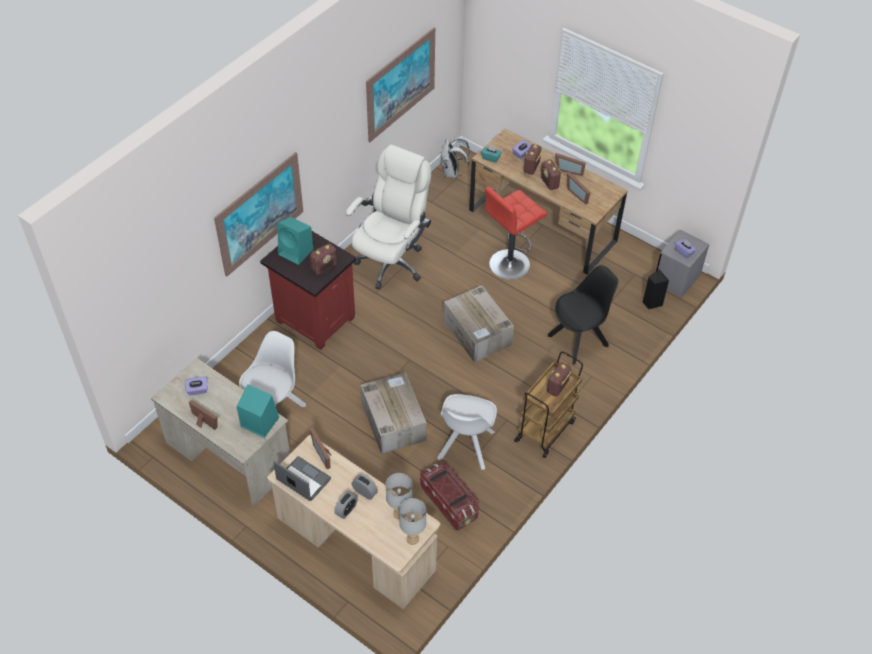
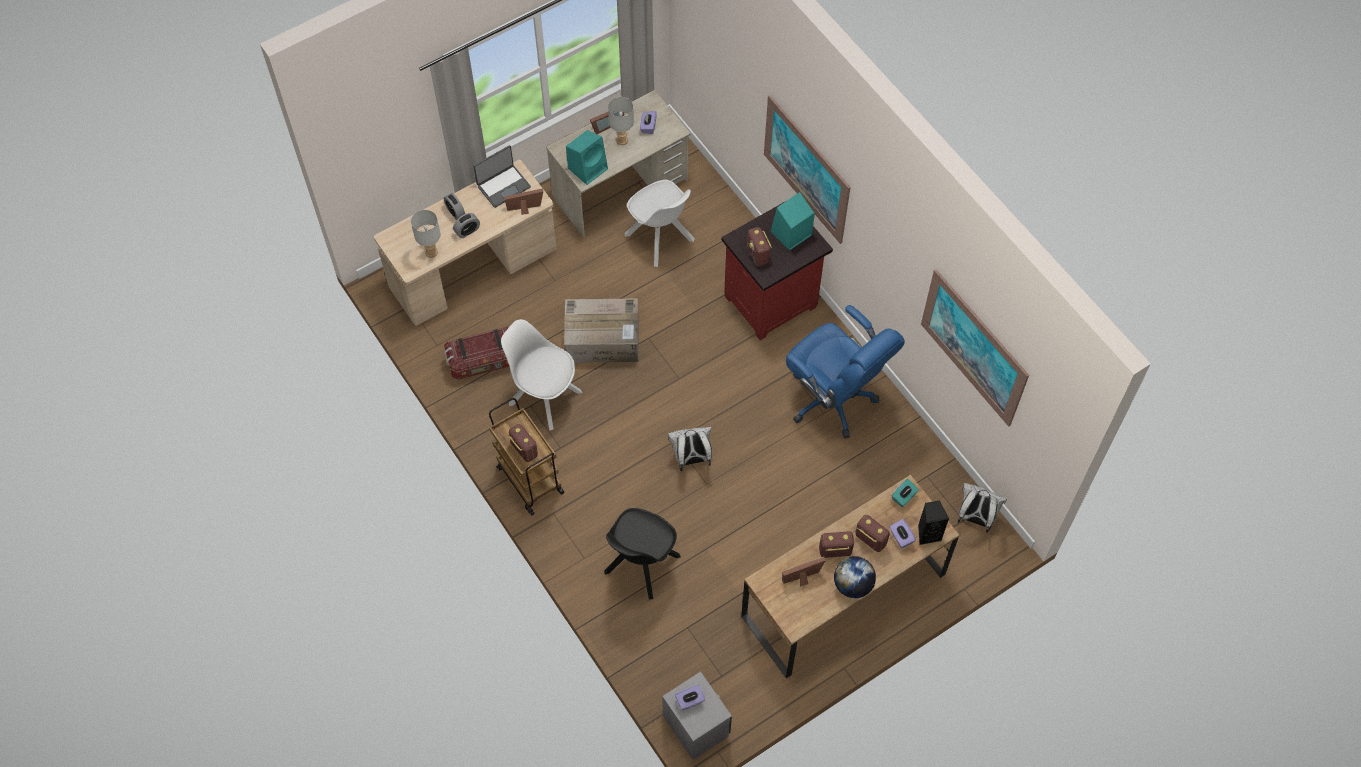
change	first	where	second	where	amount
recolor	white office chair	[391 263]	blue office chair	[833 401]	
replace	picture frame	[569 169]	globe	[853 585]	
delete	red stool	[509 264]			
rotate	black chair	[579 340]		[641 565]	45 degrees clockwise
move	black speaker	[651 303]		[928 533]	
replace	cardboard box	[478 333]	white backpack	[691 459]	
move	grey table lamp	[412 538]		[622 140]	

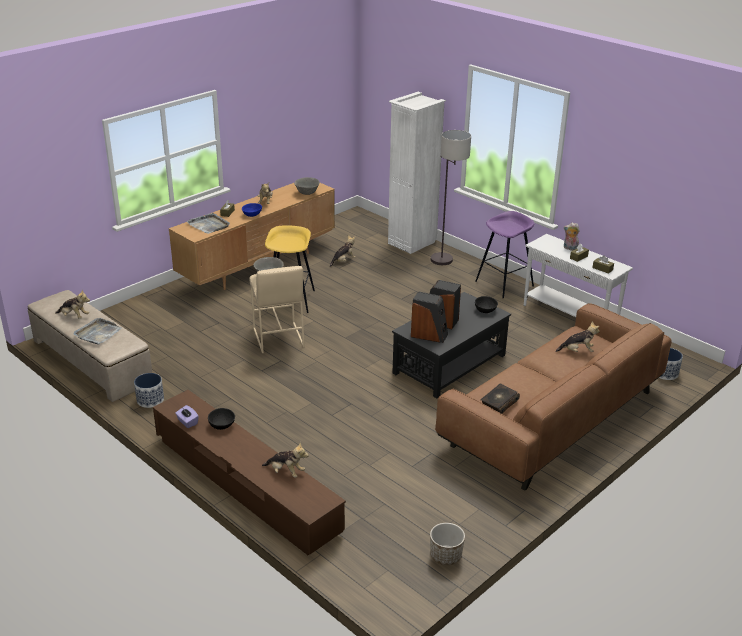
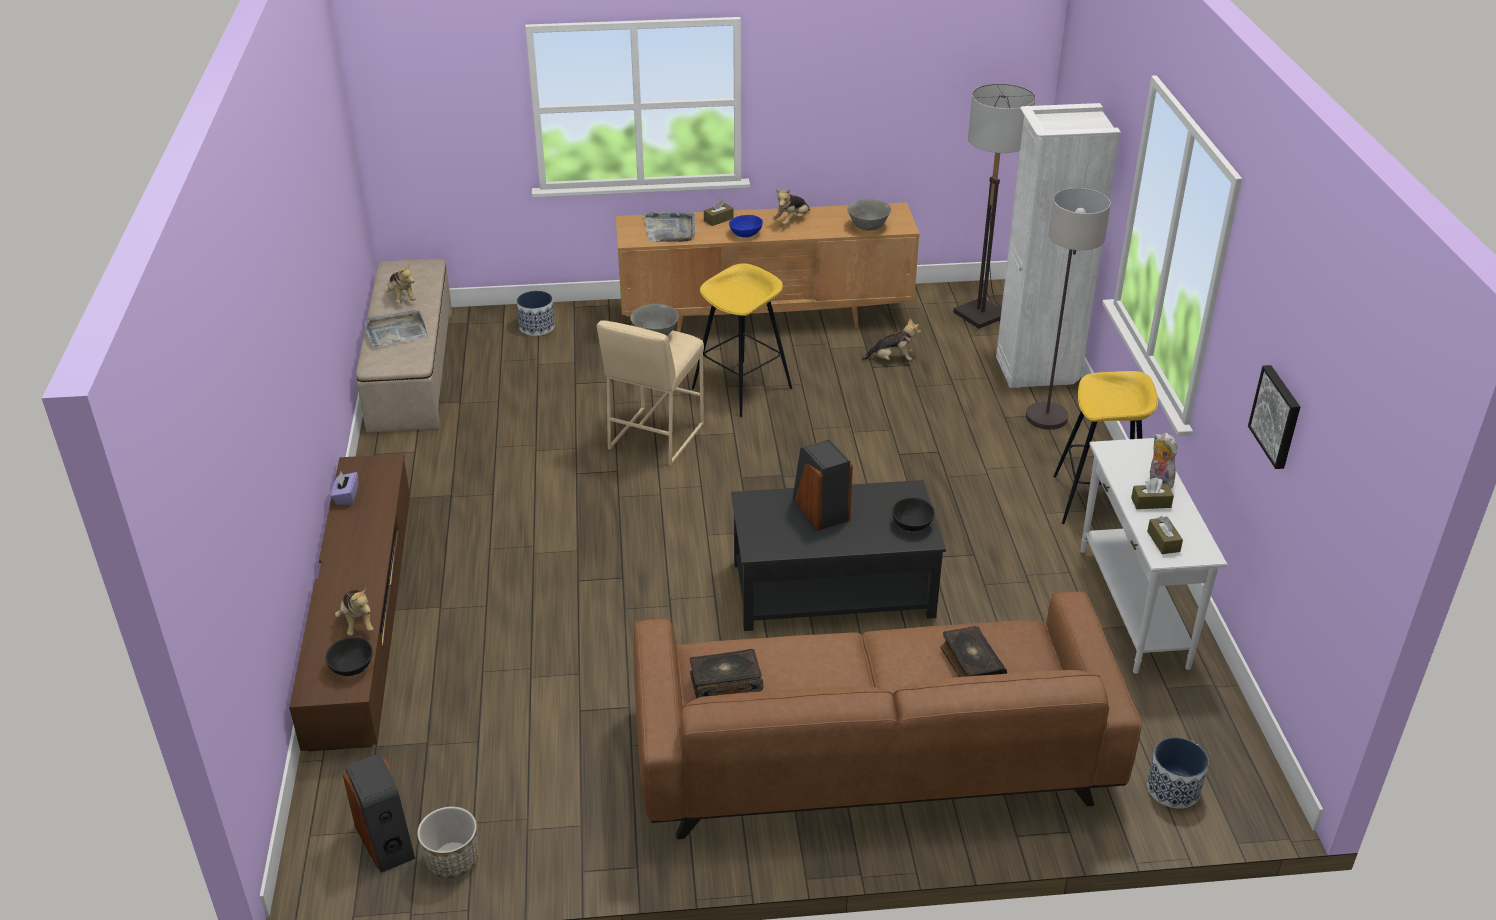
change	first	where	second	where	amount
recolor	purple stool	[504 284]	yellow stool	[1098 501]	
move	speaker	[429 335]		[386 840]	
replace	plush toy	[577 351]	book	[971 664]	
move	planter	[150 400]		[536 327]	
move	black bowl	[221 425]		[351 667]	
insert			floor lamp	[993 314]	
insert			picture	[1277 416]	

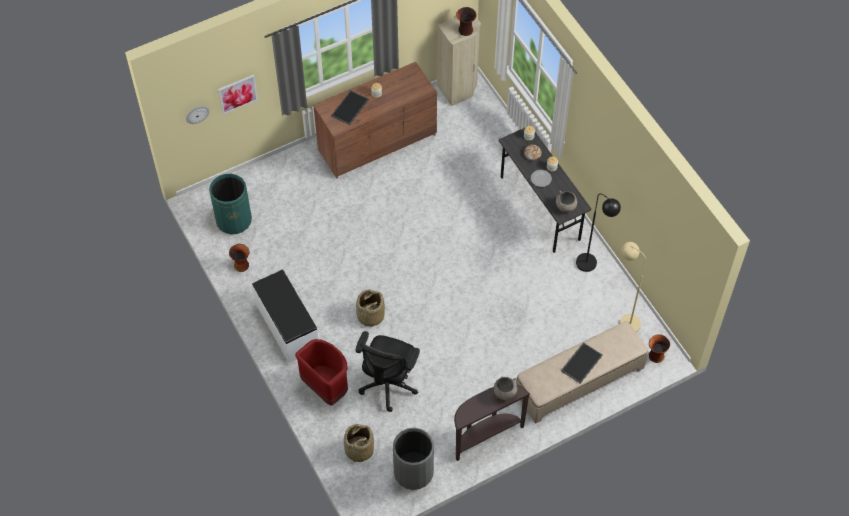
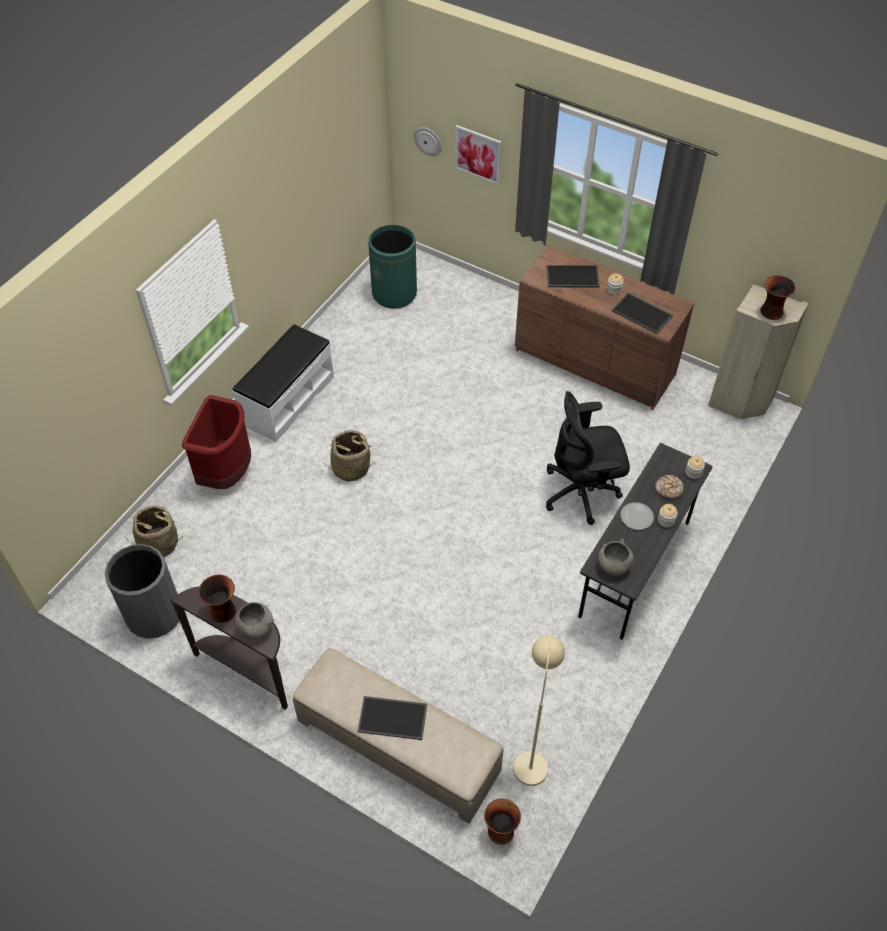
change	first	where	second	where	amount
delete	black floor lamp	[591 267]			
move	vase	[241 265]		[223 611]	
move	black office chair	[388 381]		[584 490]	
insert			tray	[643 313]	

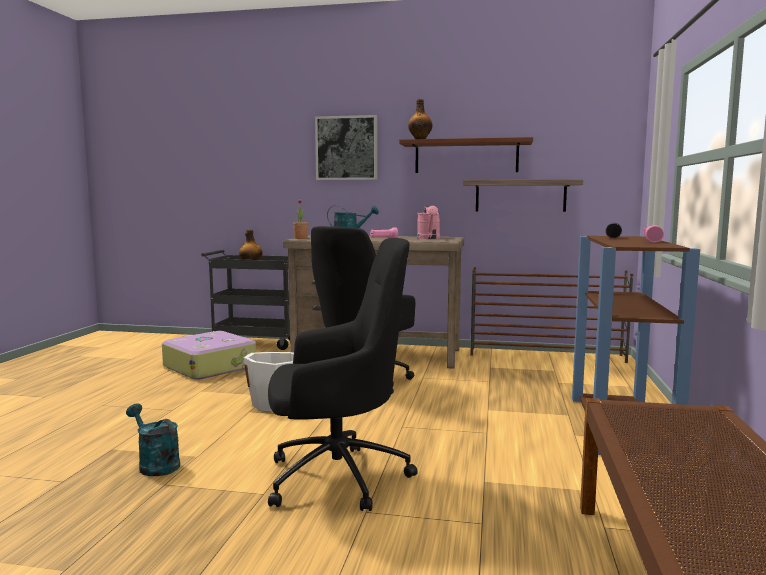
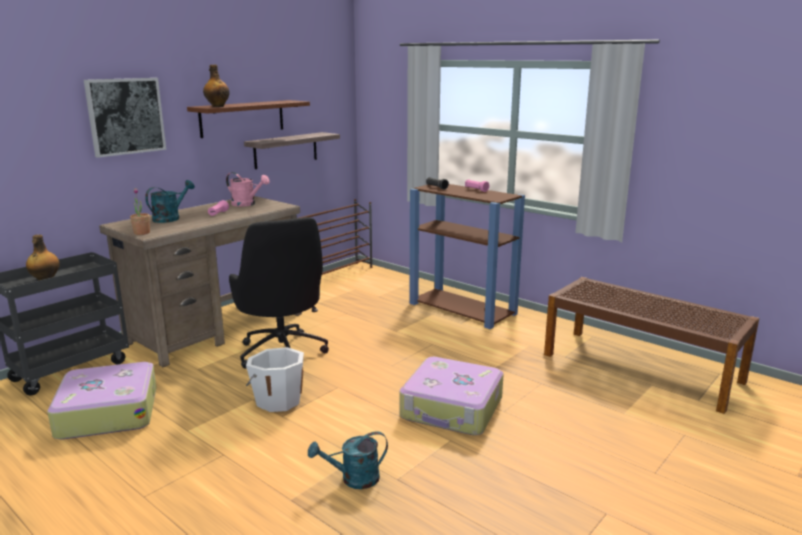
change	first	where	second	where	amount
replace	black office chair	[338 478]	suitcase	[452 408]	

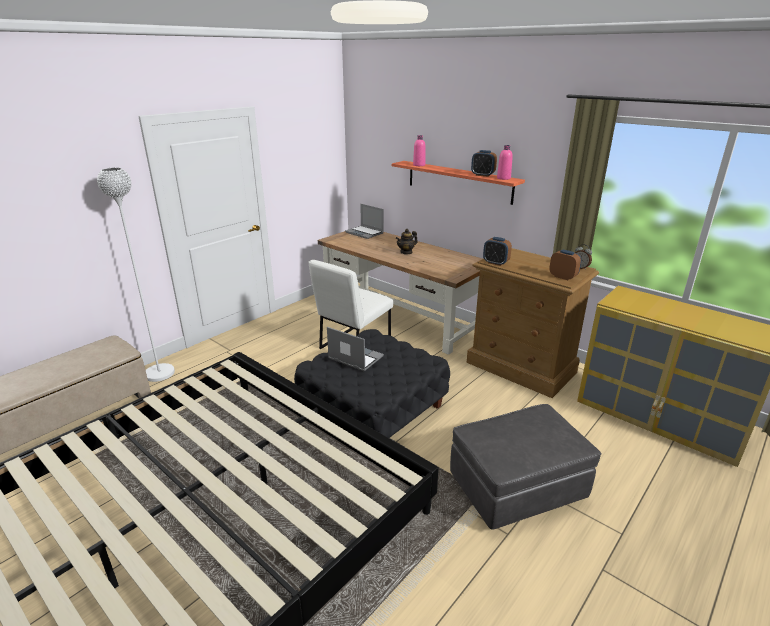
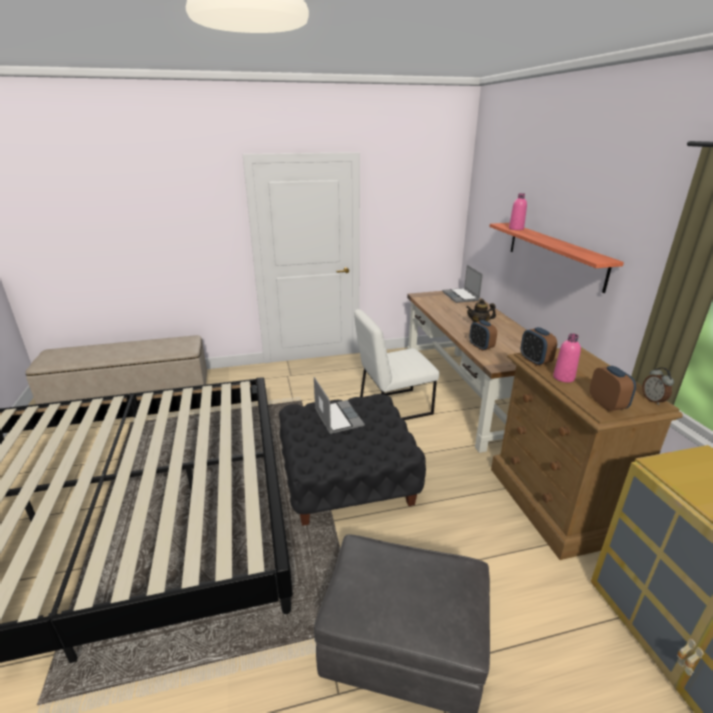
change	first	where	second	where	amount
move	pink bottle	[503 178]		[563 378]	
move	alarm clock	[482 175]		[481 347]	
delete	white floor lamp	[160 373]			

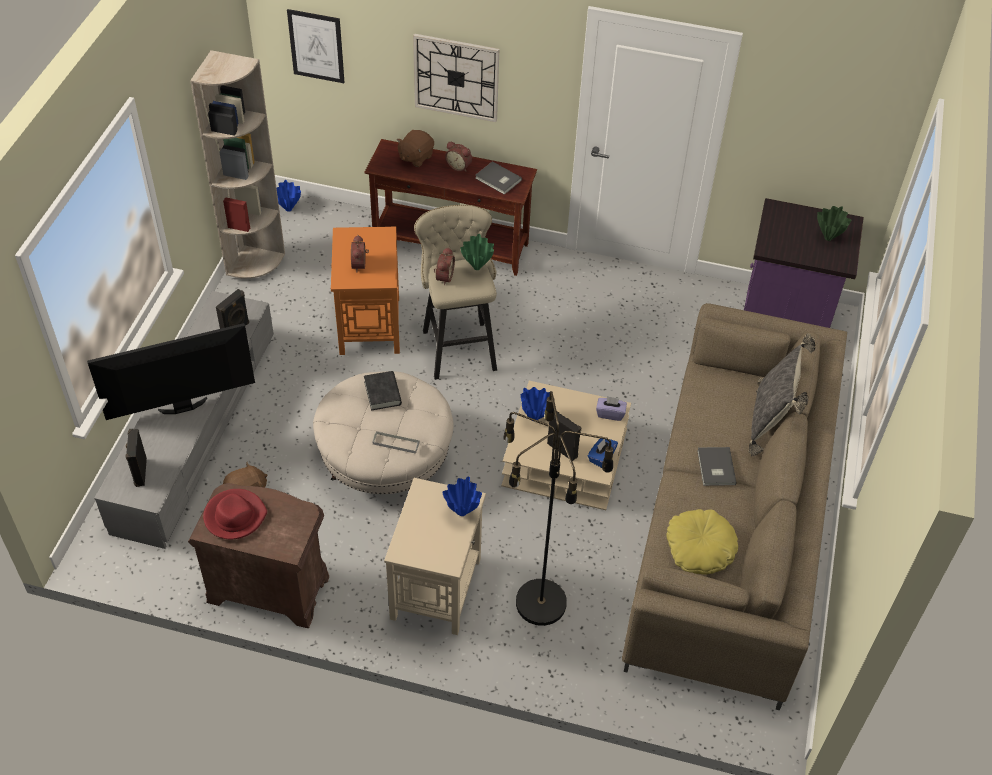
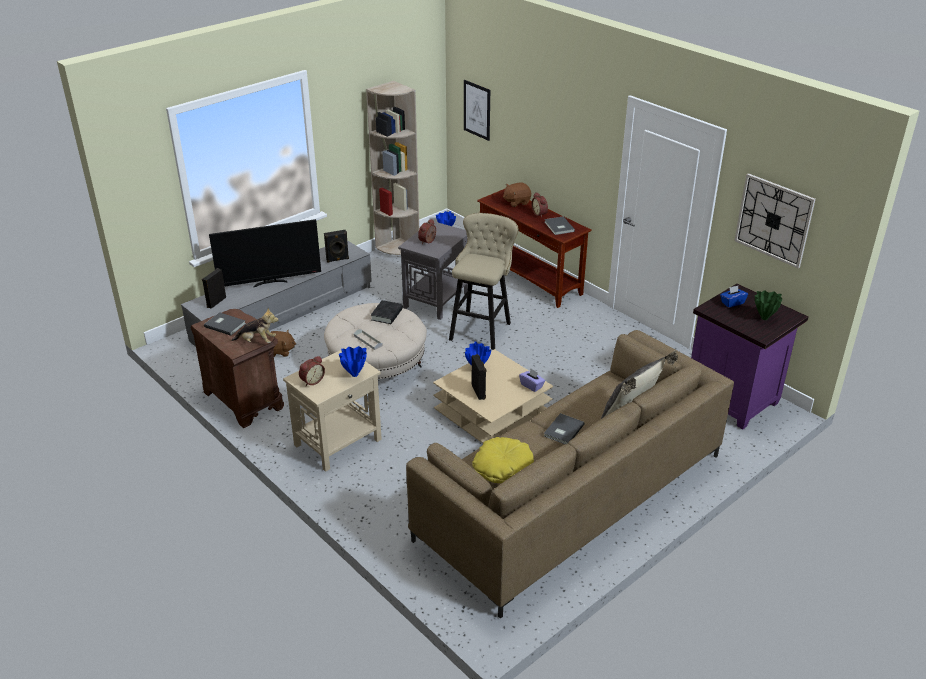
change	first	where	second	where	amount
move	wall clock	[456 77]		[774 220]	
recolor	orange side table	[369 325]	grey side table	[436 300]	
delete	green vase	[477 268]			
move	alarm clock	[443 277]		[311 381]	
rotate	television	[183 407]		[270 283]	150 degrees clockwise
delete	floor lamp	[539 603]			
move	blue tissue box	[601 457]		[732 303]	
replace	red hat	[234 516]	grey book	[225 324]	
insert			plush toy	[257 341]	

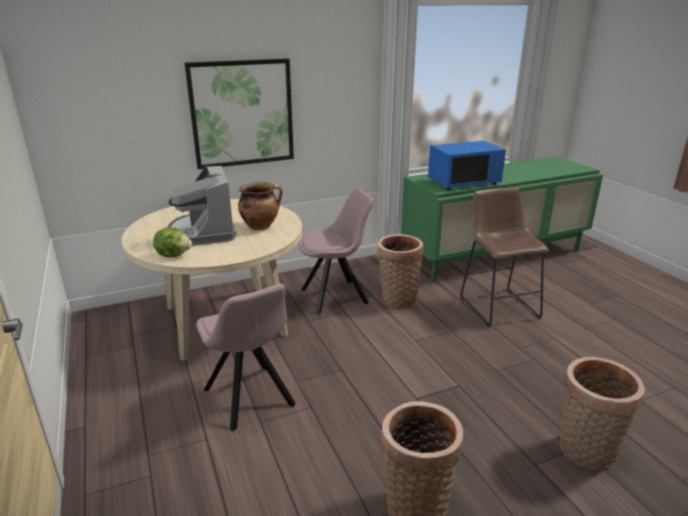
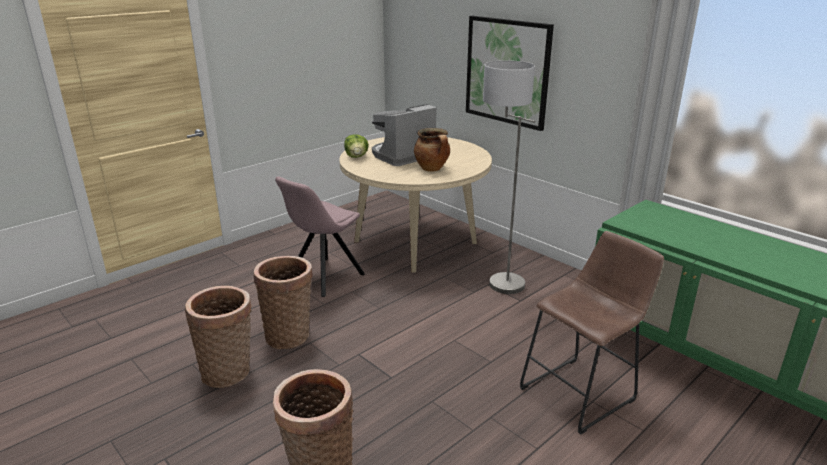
change	first	where	second	where	amount
delete	blue microwave	[464 182]			
replace	pink chair	[335 296]	grey floor lamp	[499 280]	
move	basket	[397 298]		[289 334]	

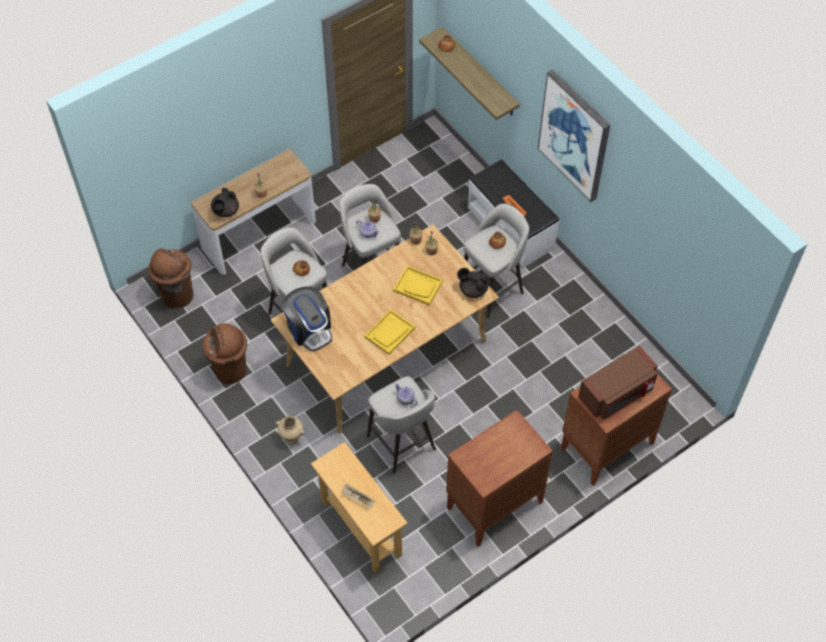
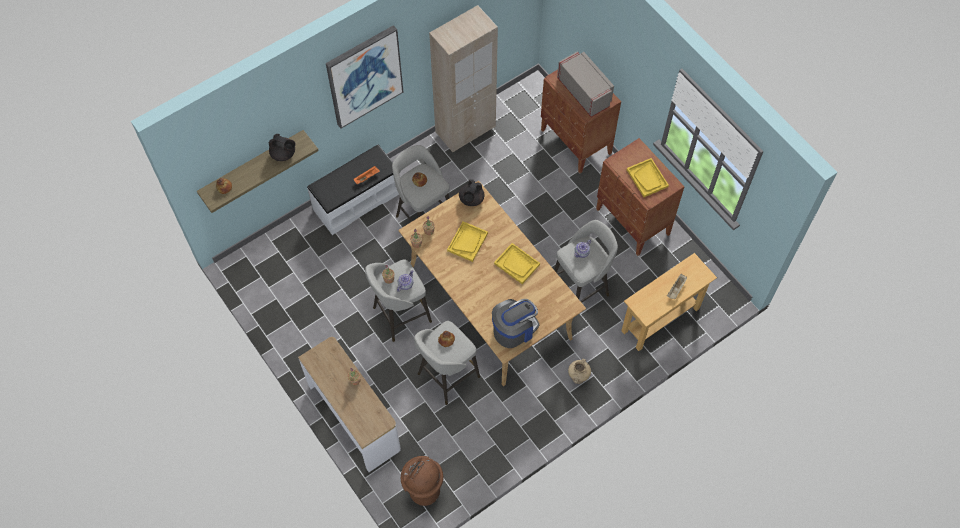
change	first	where	second	where	amount
move	black teapot	[225 211]		[284 154]	
delete	brown trash can	[230 371]			
recolor	brown microwave	[617 393]	grey microwave	[585 92]	
insert			beige cabinet	[466 131]	
insert			yellow tray	[647 178]	

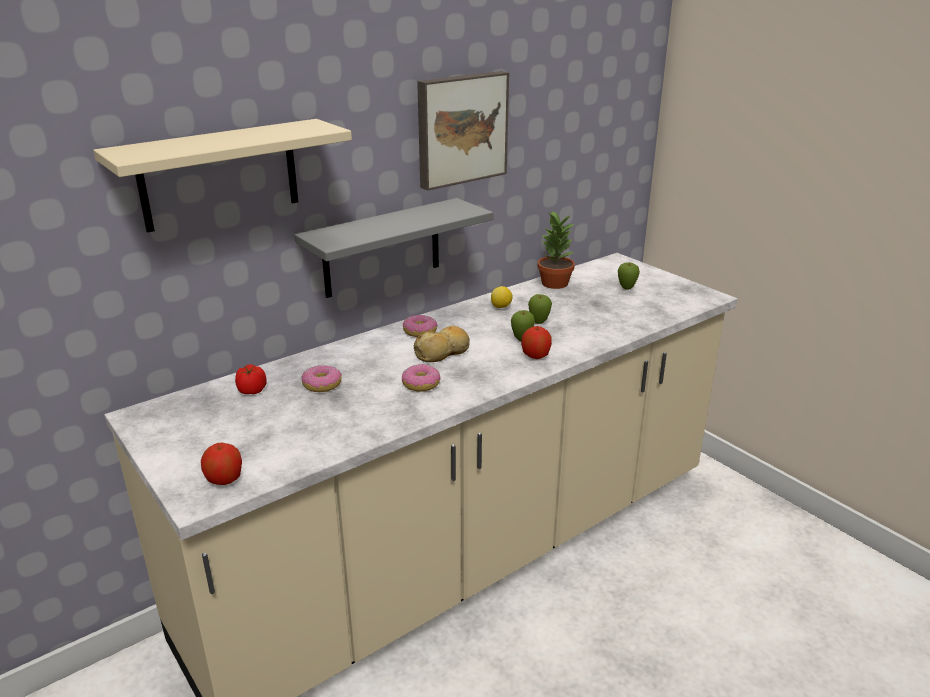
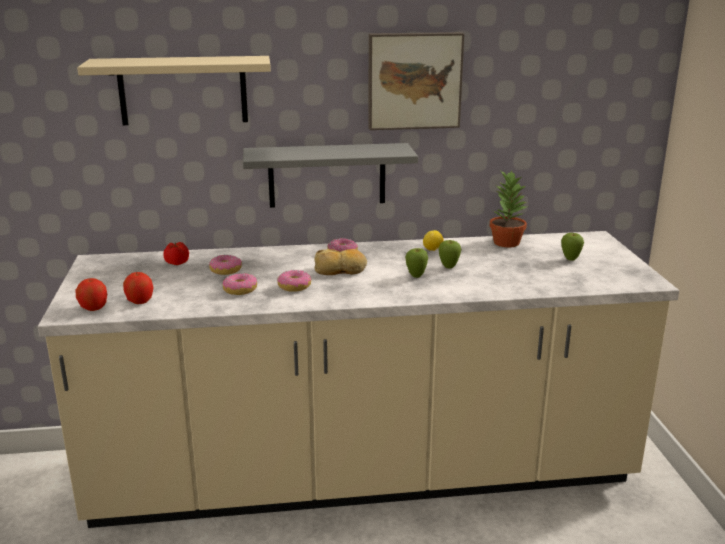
change	first	where	second	where	amount
move	apple	[535 356]		[140 301]	
insert			donut	[240 290]	

